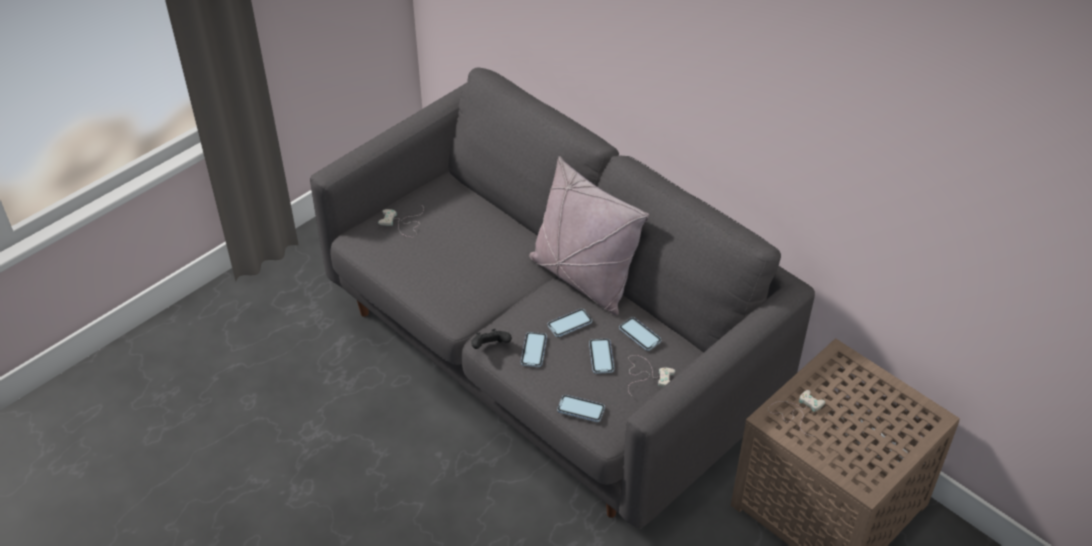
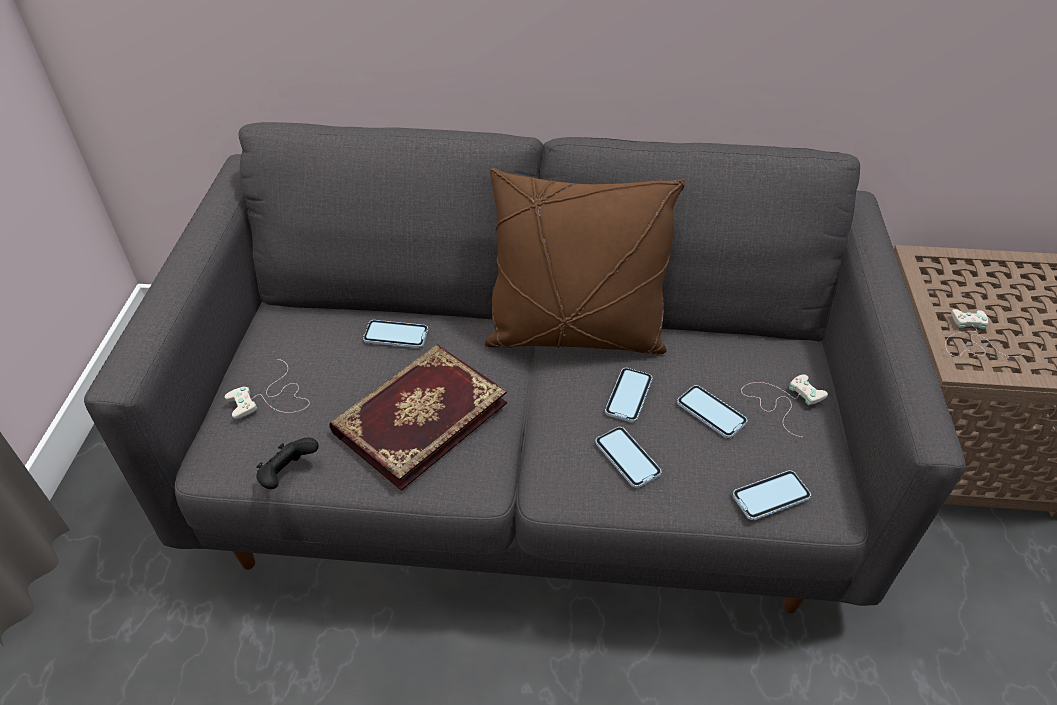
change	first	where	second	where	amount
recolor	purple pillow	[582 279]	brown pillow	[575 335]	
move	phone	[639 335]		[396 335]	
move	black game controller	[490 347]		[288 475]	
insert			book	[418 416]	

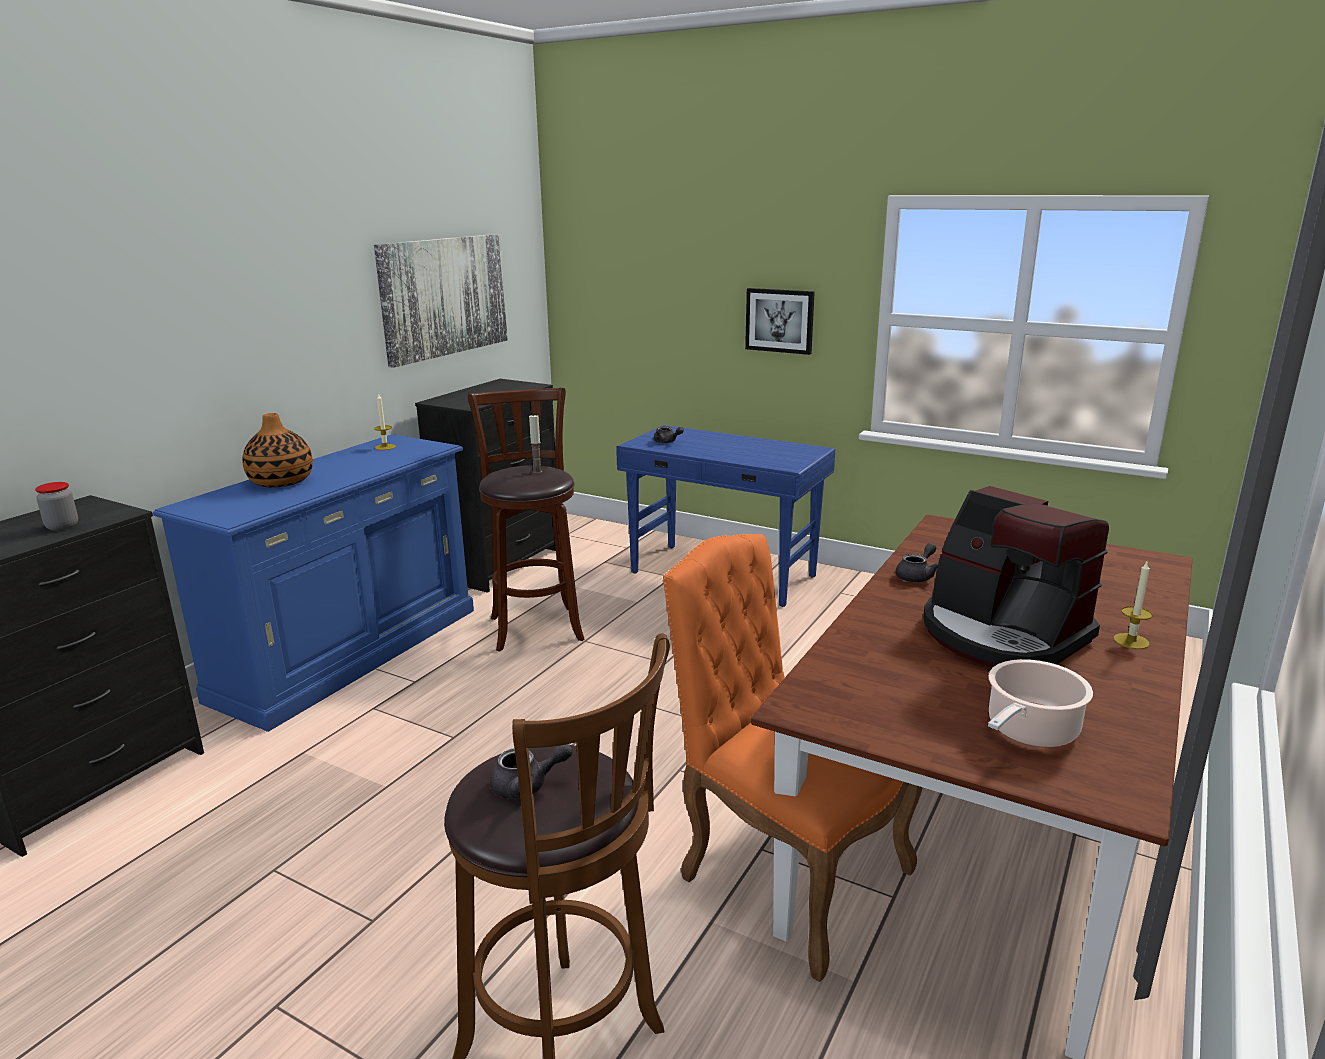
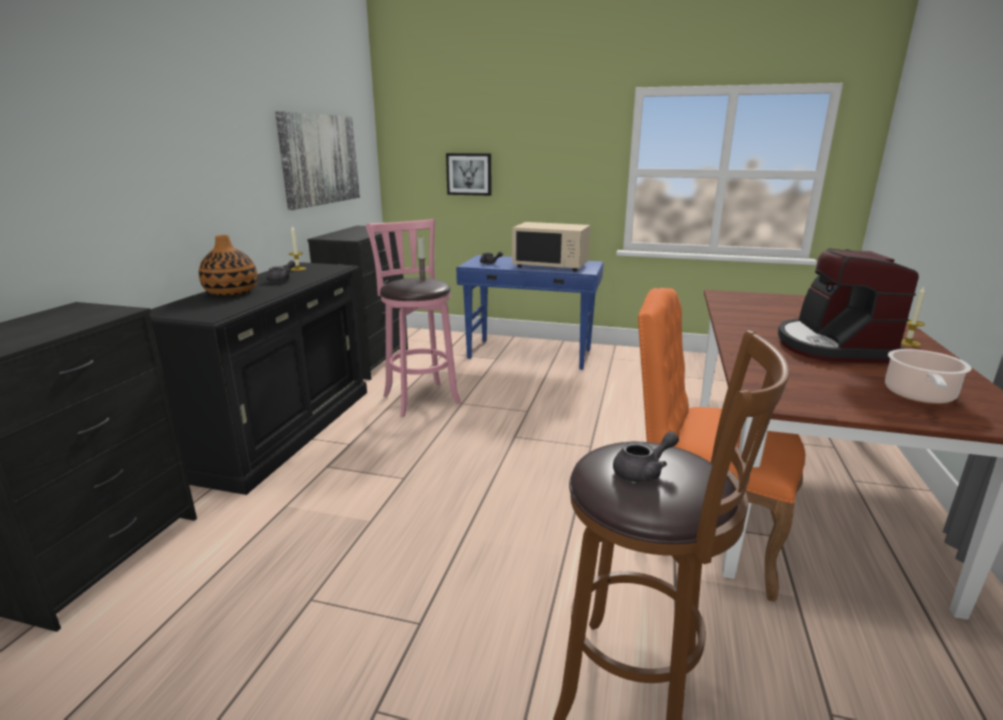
change	first	where	second	where	amount
move	picture	[780 320]		[469 174]	
recolor	brown stool	[535 626]	pink stool	[420 397]	
recolor	blue cabinet	[350 652]	black cabinet	[284 430]	
delete	jar	[62 526]			
rotate	coffee machine	[1002 635]		[832 346]	60 degrees clockwise
move	grey teapot	[917 576]		[282 280]	
insert			beige microwave	[551 265]	

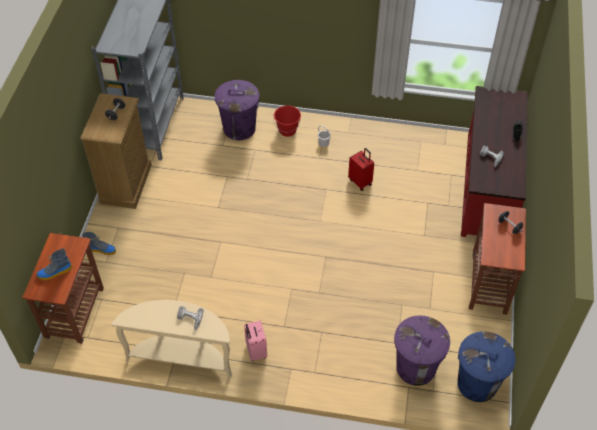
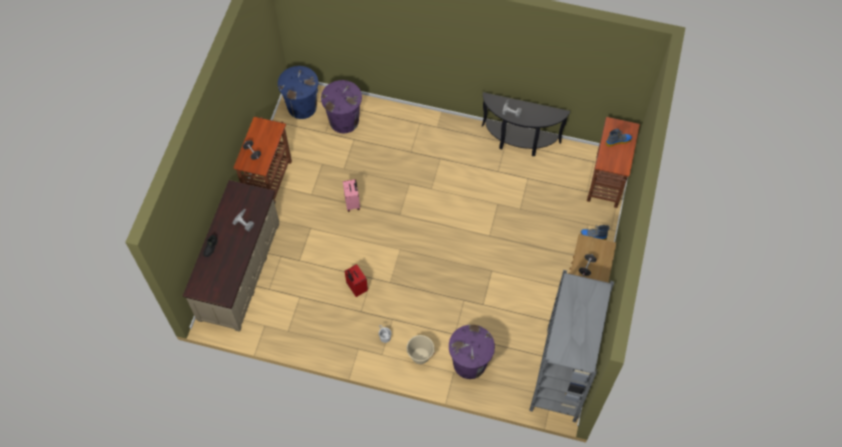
change	first	where	second	where	amount
recolor	red cabinet	[487 188]	beige cabinet	[240 271]	
recolor	red bucket	[287 130]	beige bucket	[420 356]	
recolor	beige console table	[182 356]	black console table	[519 141]	
move	pink suitcase	[255 351]		[353 203]	

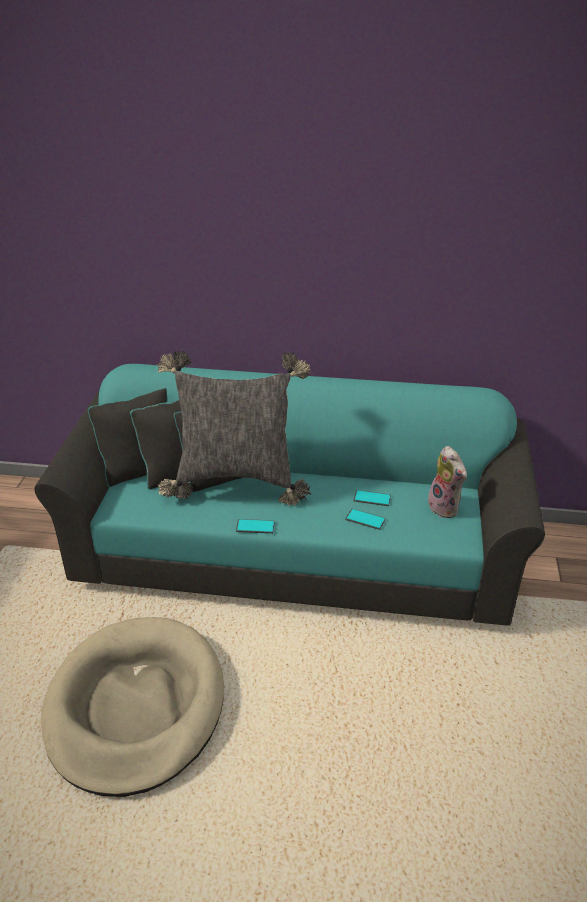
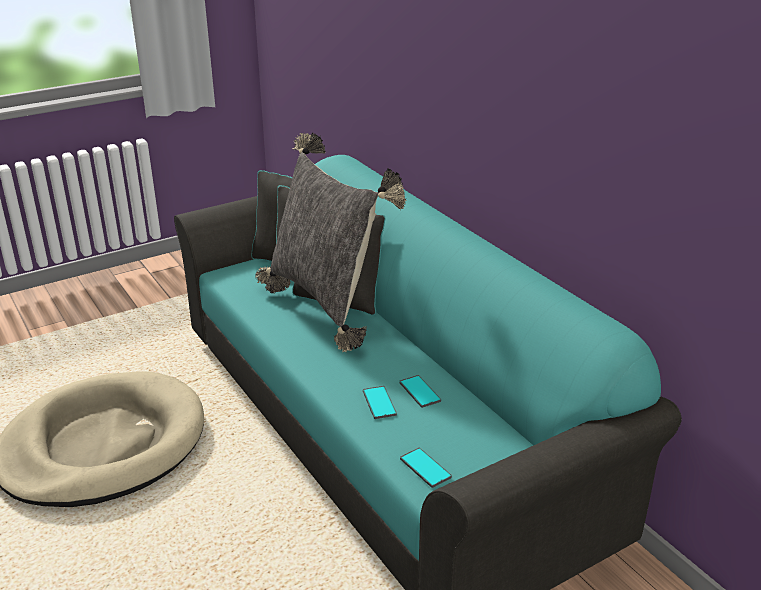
change	first	where	second	where	amount
delete	plush toy	[446 507]			
move	phone	[255 527]		[425 468]	

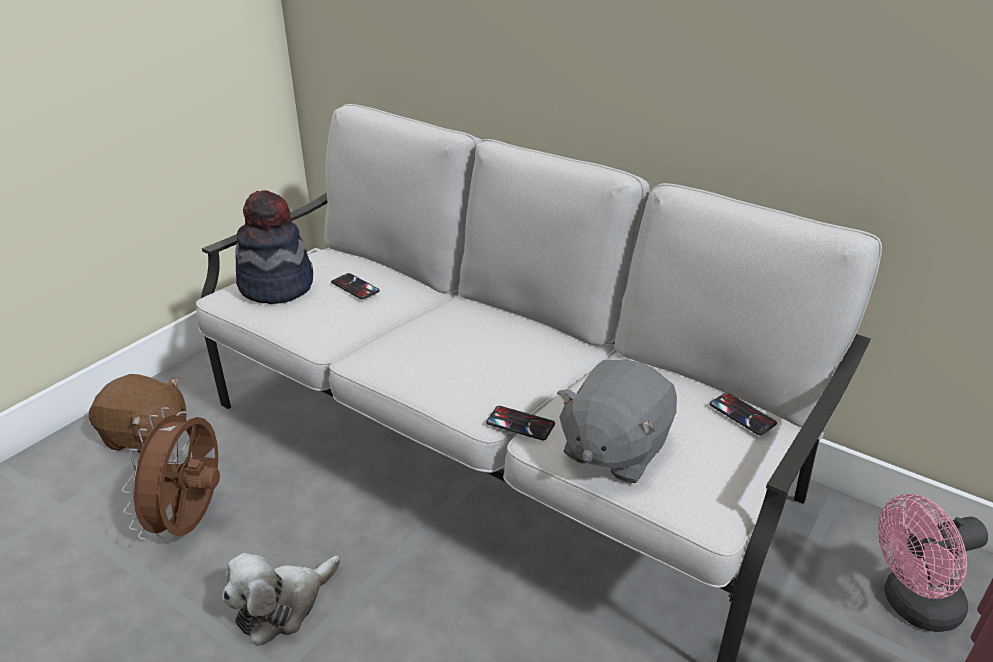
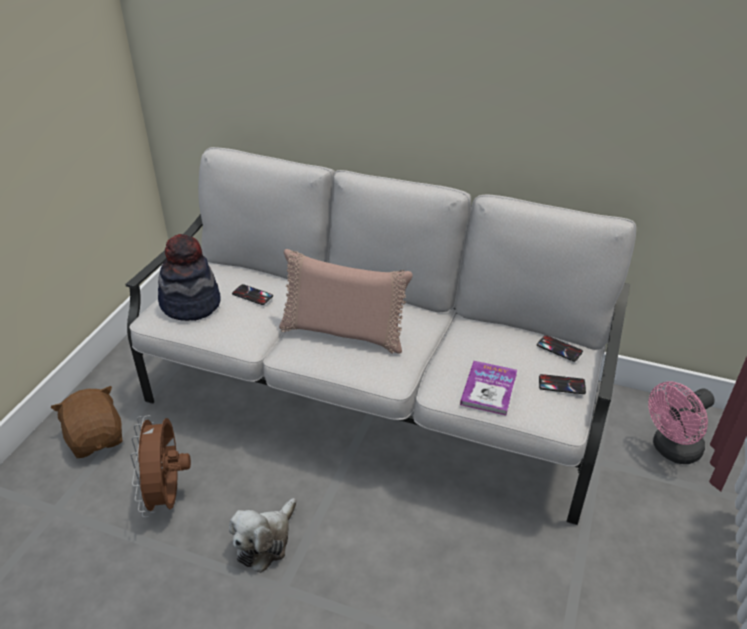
change	first	where	second	where	amount
replace	grey plush toy	[614 449]	book	[489 389]	
rotate	brown plush toy	[147 436]		[96 438]	120 degrees counterclockwise
move	phone	[520 423]		[562 384]	
insert			beige pillow	[343 333]	

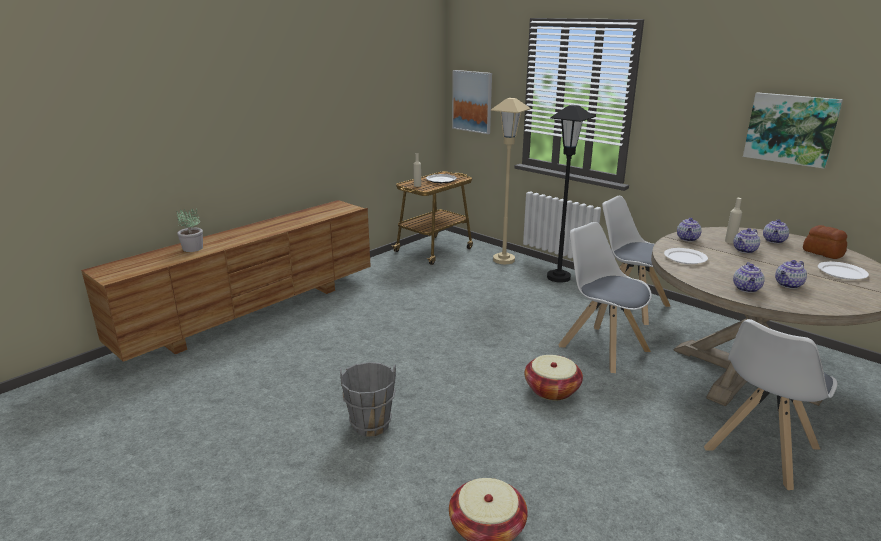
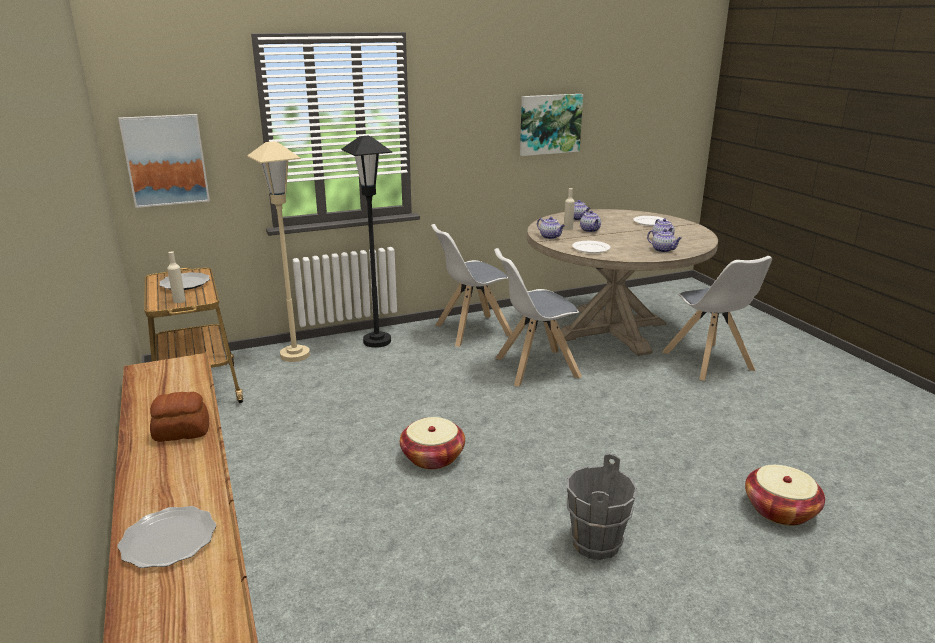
change	first	where	second	where	amount
replace	potted plant	[193 248]	plate	[169 540]	
move	bread	[822 253]		[181 431]	
move	basket	[552 389]		[433 457]	

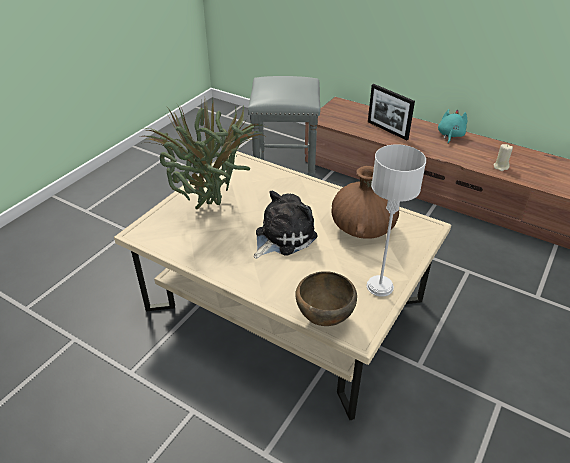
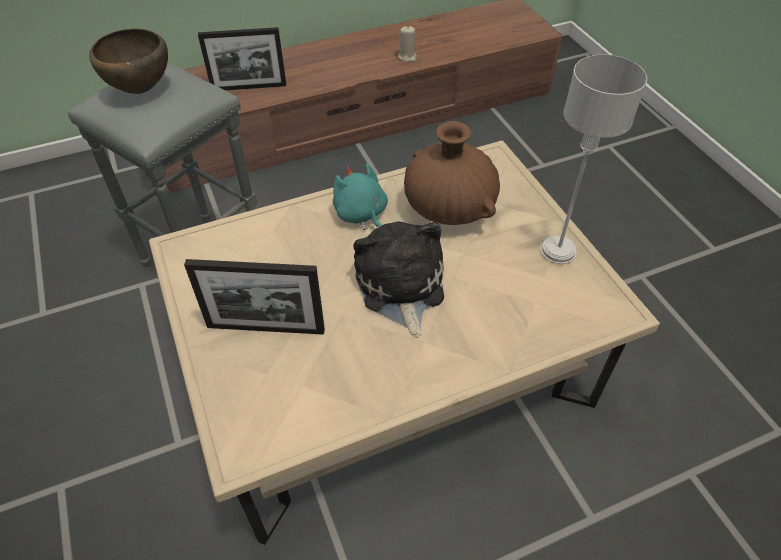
change	first	where	second	where	amount
replace	potted plant	[213 206]	picture frame	[266 328]	
move	turquoise plush toy	[450 135]		[362 215]	
move	brown bowl	[324 318]		[140 90]	

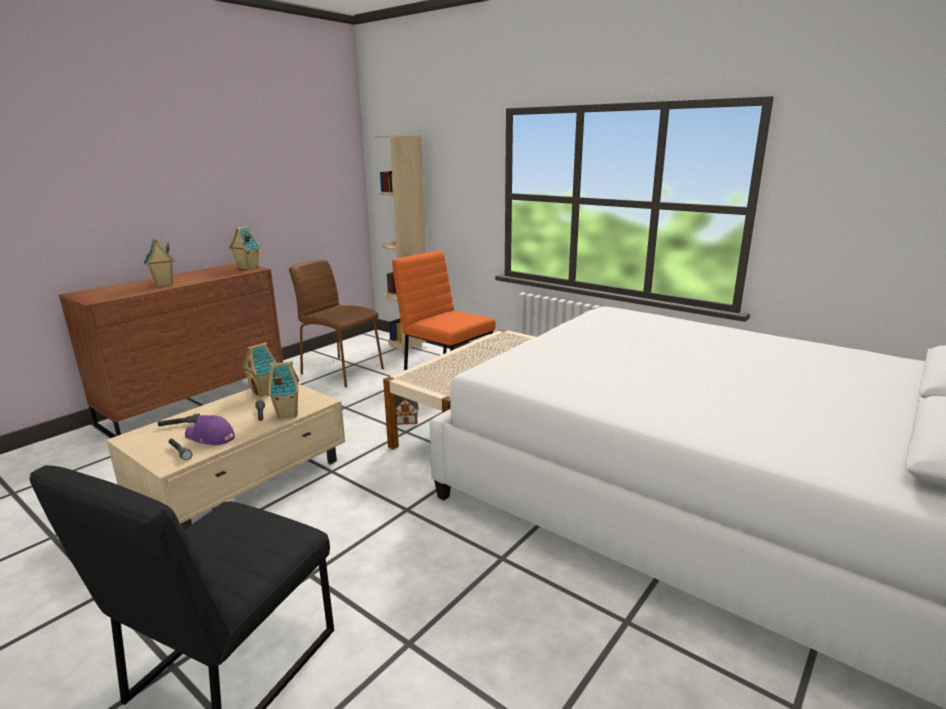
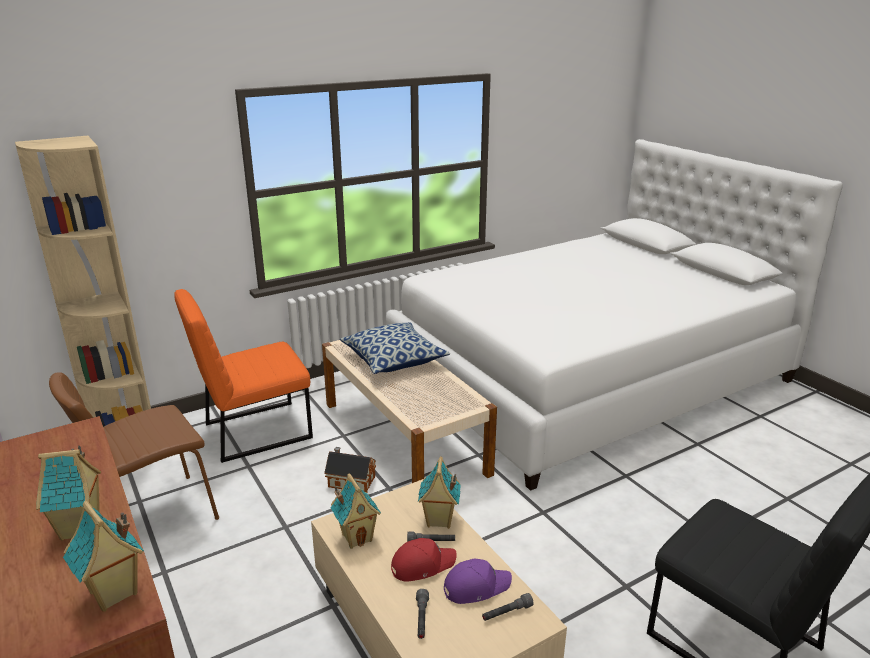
change	first	where	second	where	amount
move	toy house	[247 268]		[114 594]	
rotate	purple cap	[210 437]		[476 586]	150 degrees counterclockwise
insert			pillow	[394 360]	
insert			red cap	[422 565]	

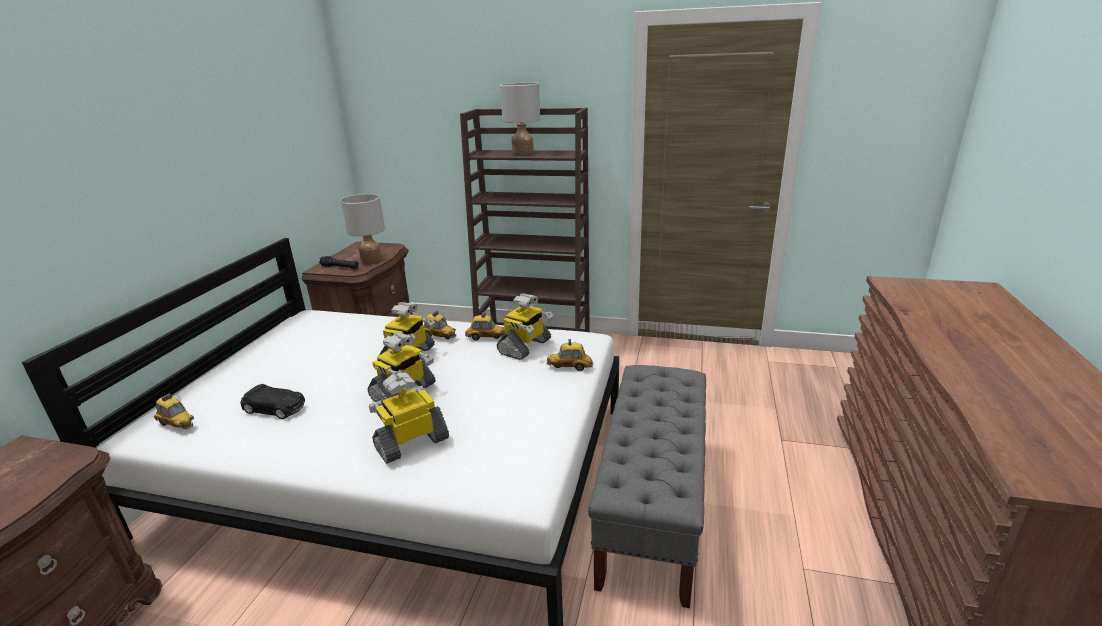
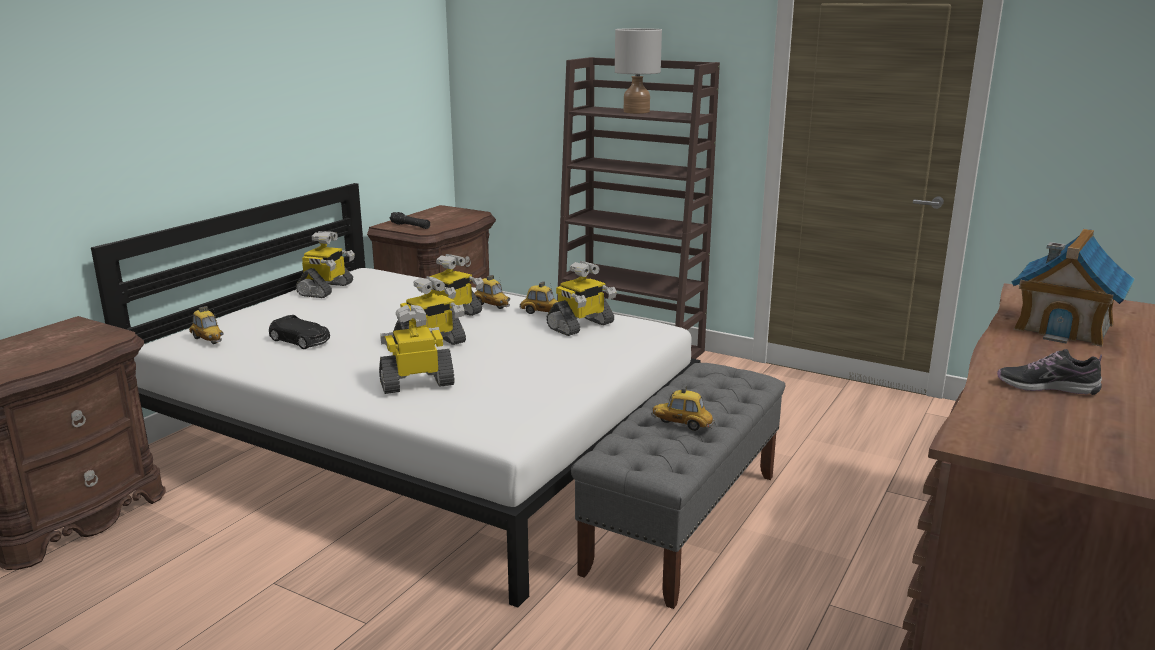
change	first	where	second	where	amount
delete	grey table lamp	[371 260]			
move	toy car	[570 367]		[682 424]	
insert			toy house	[1064 326]	
insert			toy robot	[326 289]	
insert			shoe	[1046 387]	

